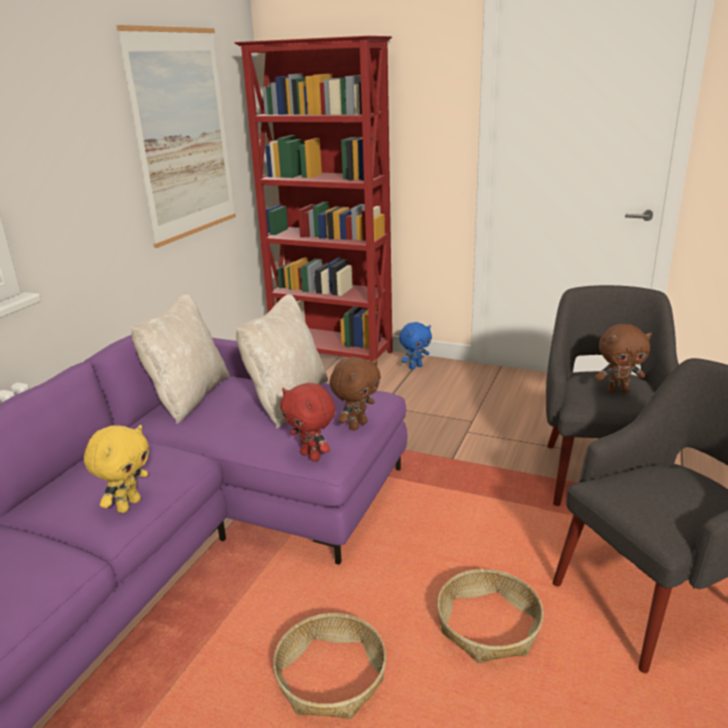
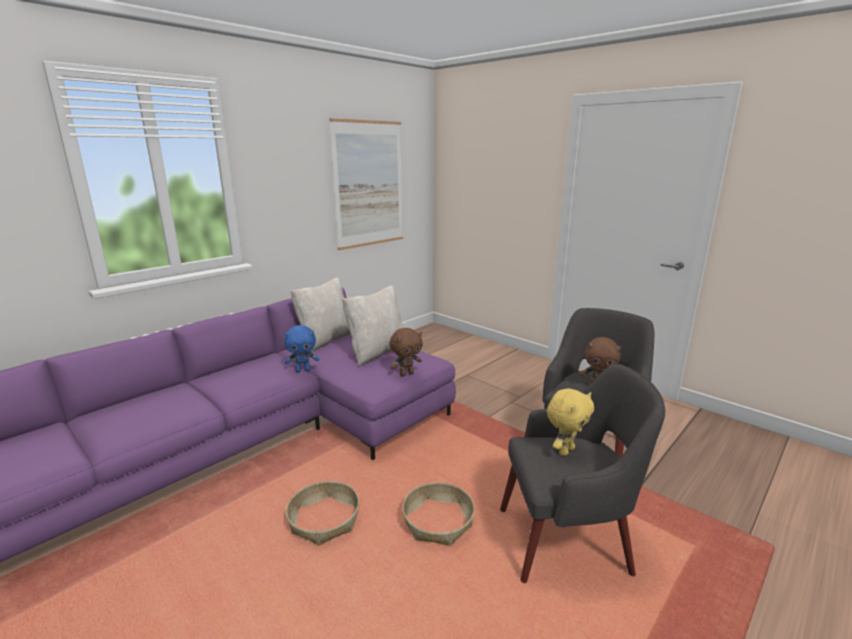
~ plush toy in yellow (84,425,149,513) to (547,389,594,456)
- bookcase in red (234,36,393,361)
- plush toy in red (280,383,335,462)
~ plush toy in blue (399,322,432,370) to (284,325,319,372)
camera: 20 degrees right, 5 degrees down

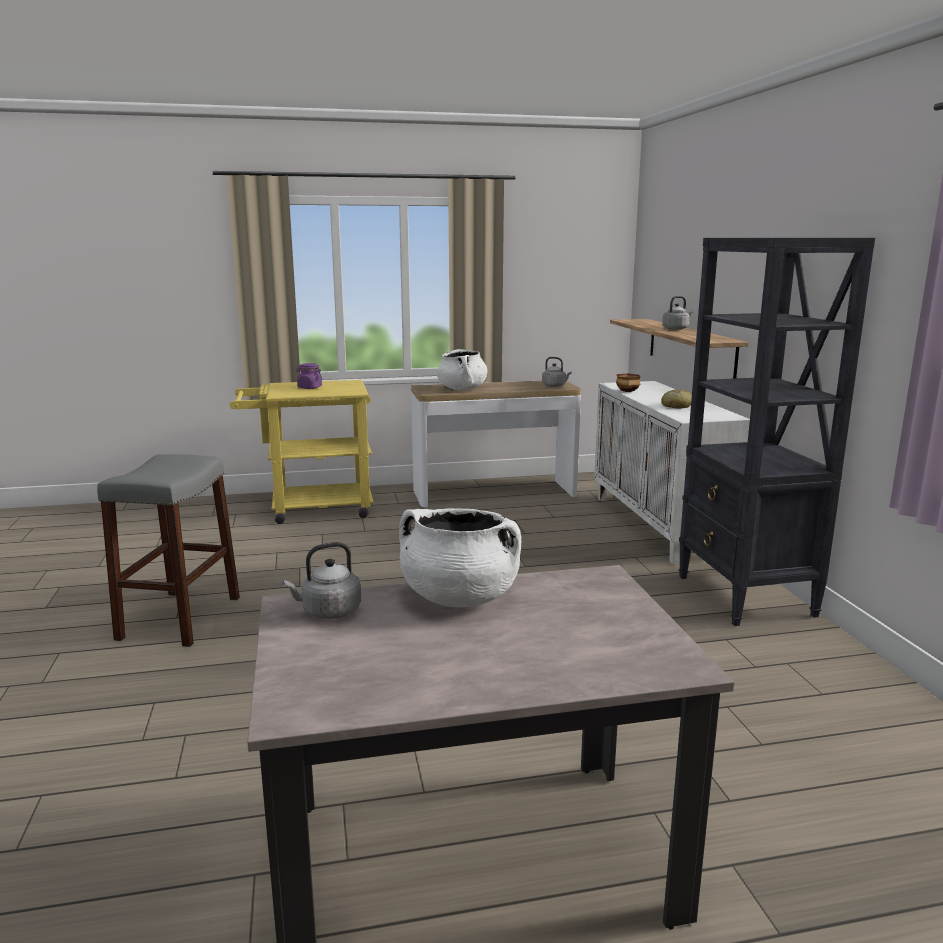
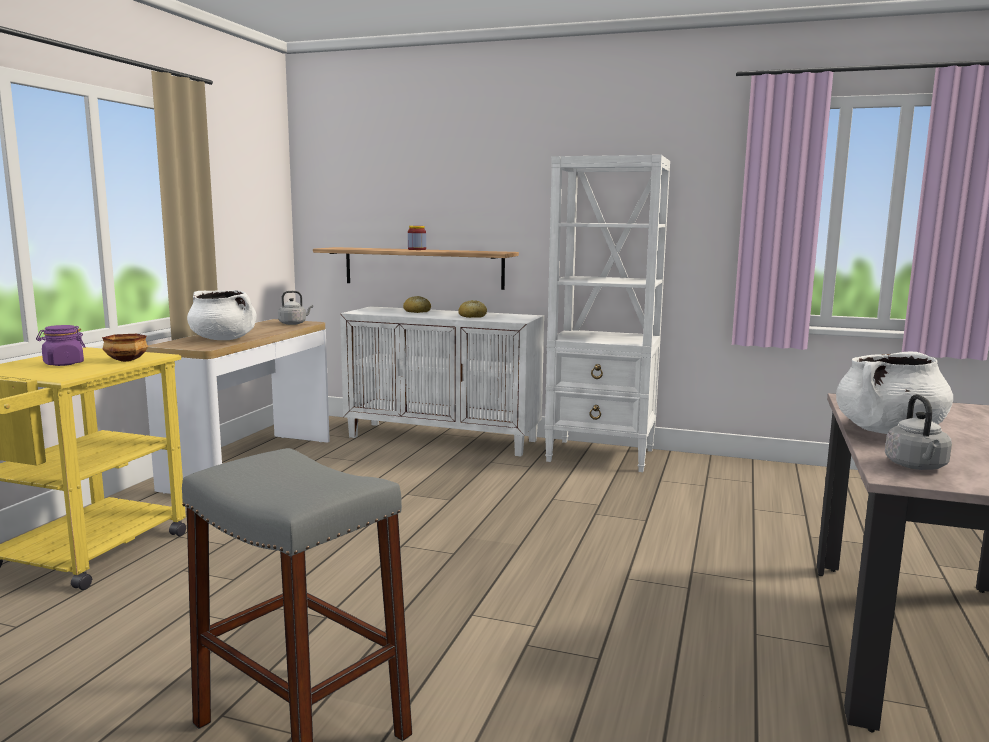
~ bowl (616,373,640,392) to (102,334,148,362)
~ kettle in grey (662,296,694,330) to jar (408,226,426,250)
~ bookcase in black (679,238,875,626) to bookcase in white (545,155,670,472)
+ bread (403,296,431,313)
camera: 60 degrees left, 5 degrees down

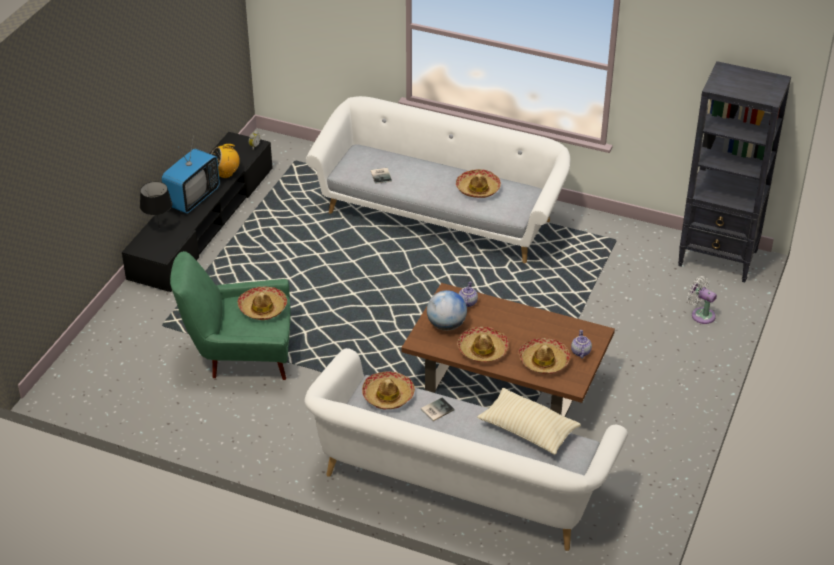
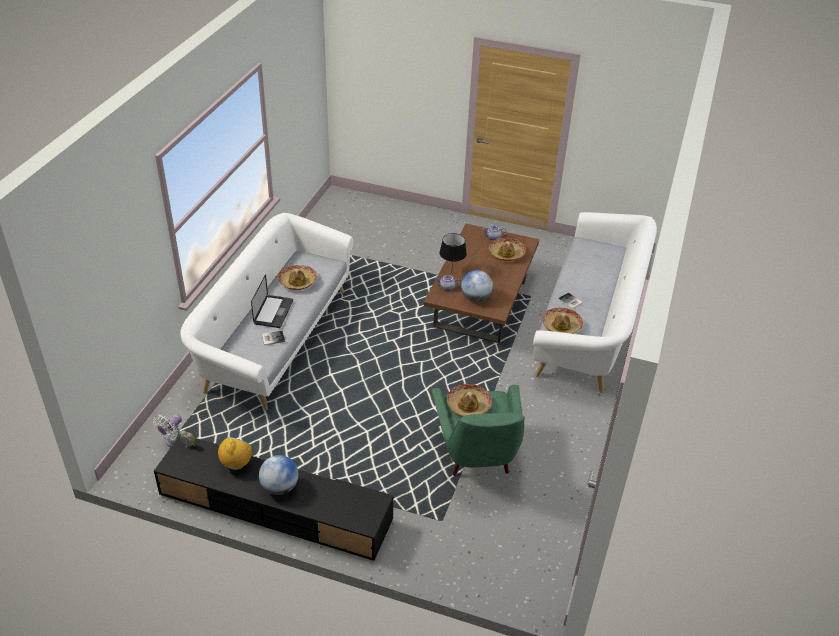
~ table lamp in black (140,181,172,224) to (439,233,467,264)
~ television (162,134,220,214) to globe (259,455,299,495)
~ radio (211,142,240,178) = (218,437,252,470) 135 degrees counterclockwise
- hat (457,327,509,363)
- pillow in beige (477,388,581,455)
- bookcase in black (678,61,791,282)
~ fan in white (687,276,717,324) to (153,414,182,447)
+ laptop (251,274,293,328)
camera: 95 degrees left, 0 degrees up

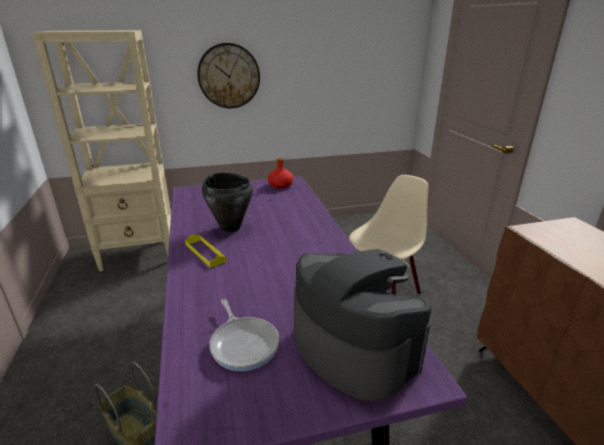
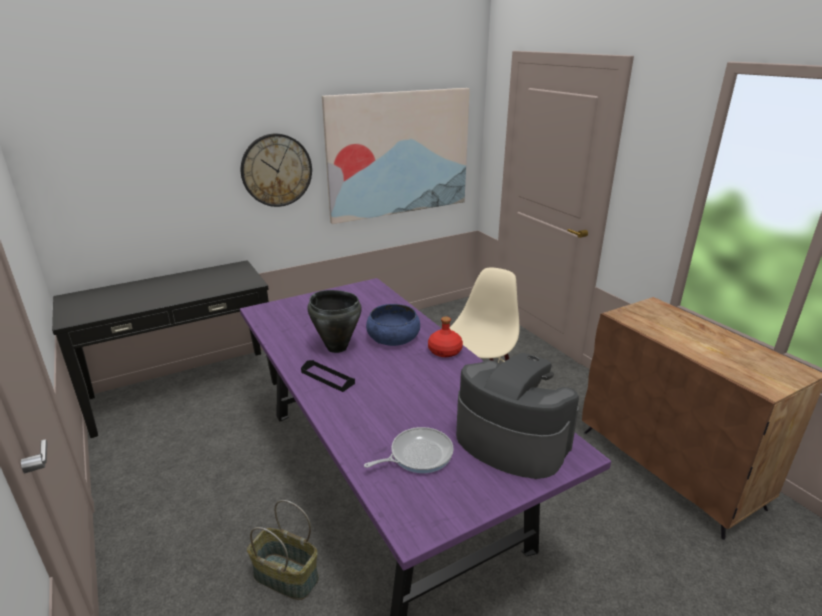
~ bookcase in beige (31,30,171,271) to console table in black (52,260,277,438)
~ tray in yellow (185,234,227,268) to tray in black (301,360,355,392)
~ frying pan (209,299,279,371) = (364,427,454,473) 75 degrees counterclockwise
~ bottle in red (268,158,293,188) to (428,317,463,357)
+ picture (322,88,470,224)
+ bowl in blue (366,304,420,346)
camera: 15 degrees left, 0 degrees up

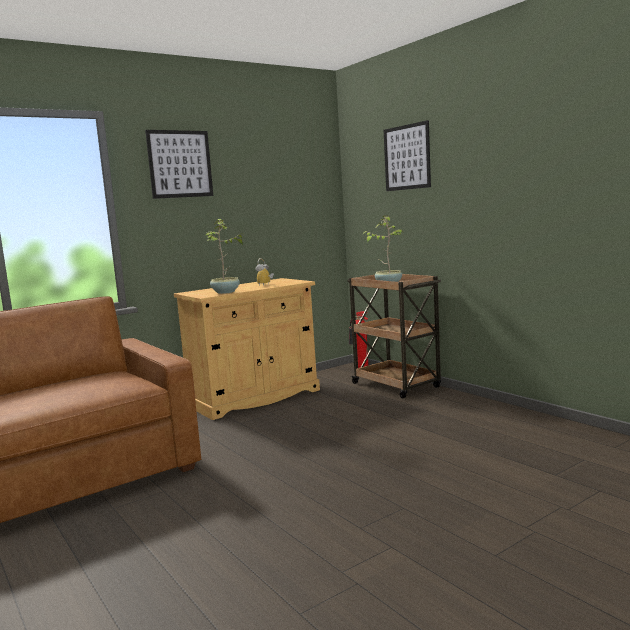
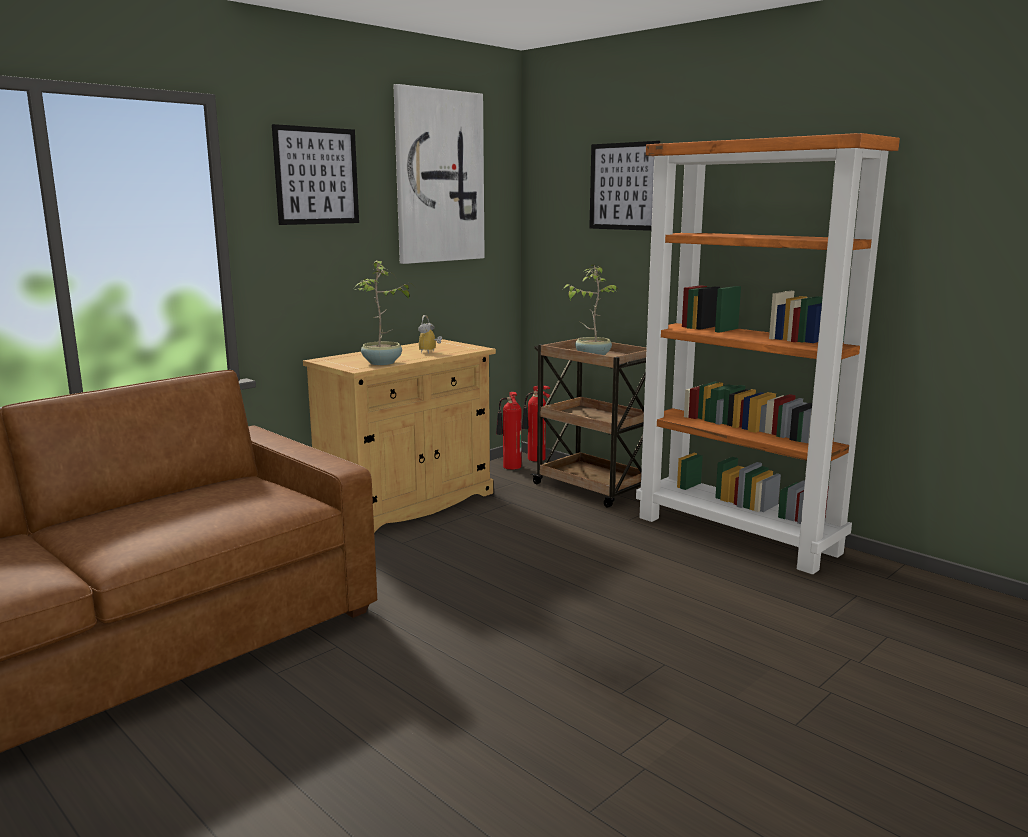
+ picture (393,84,485,264)
+ fire extinguisher (496,392,521,470)
+ bookcase in orange (636,133,900,574)
camera: 10 degrees left, 5 degrees up

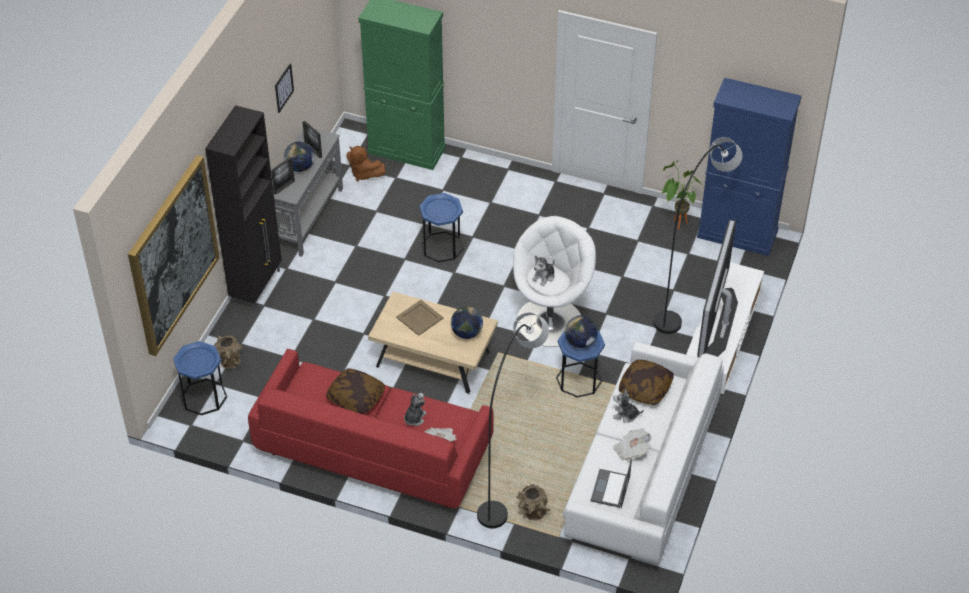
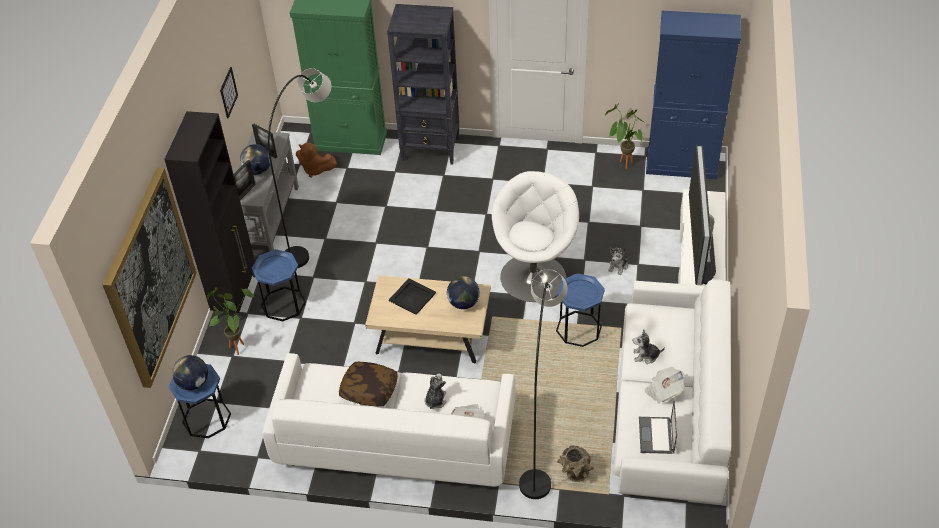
- vase in brown (213,335,243,369)
~ sofa in red (248,349,494,508) to sofa in white (262,353,515,487)
~ tray in beige (396,300,443,336) to tray in black (389,278,436,315)
~ side table in blue (419,193,464,262) to (252,249,306,321)
~ plush toy (532,256,555,286) to (608,248,628,275)
~ globe (565,315,598,348) to (172,355,208,390)
- pillow (619,359,674,405)
~ floor lamp in black (654,137,742,334) to (268,68,331,268)
+ potted plant (206,287,254,355)
+ bookcase in black (387,4,459,164)
camera: 10 degrees left, 0 degrees up

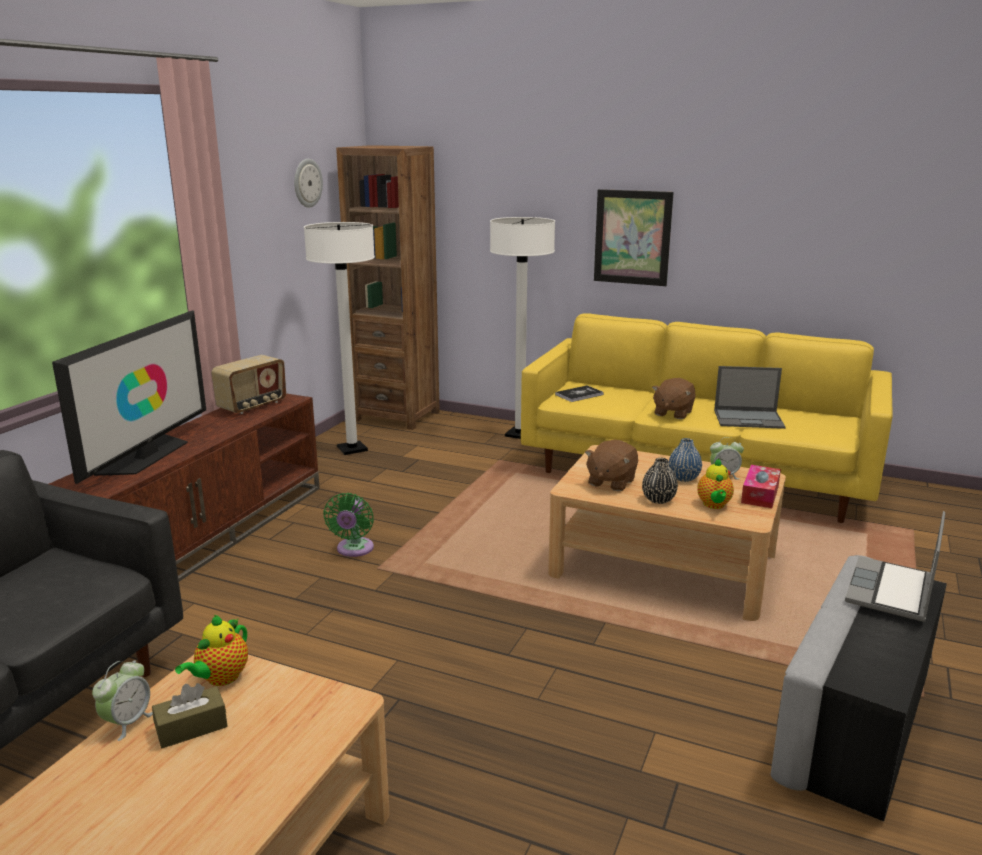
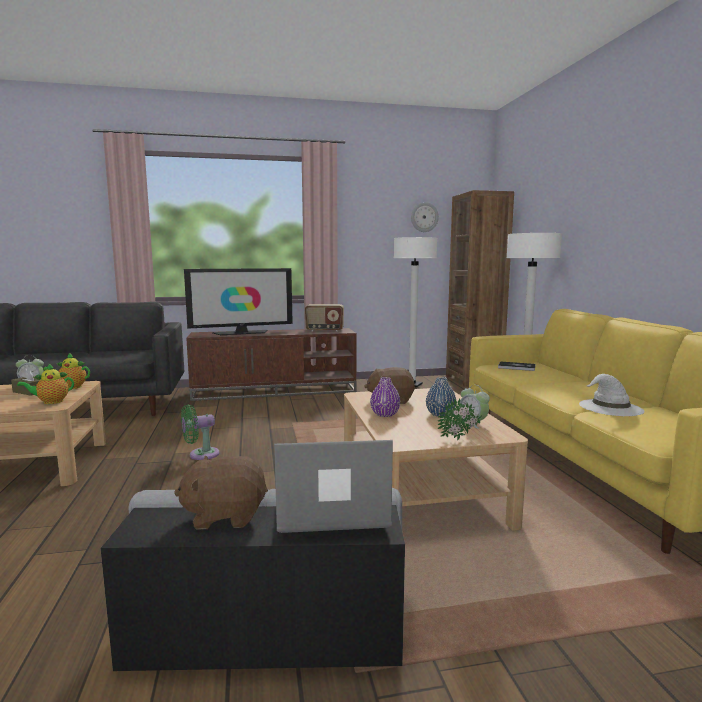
~ fan in green (323,493,374,557) to (181,405,219,460)
- picture (594,189,674,286)
~ vase in black (642,458,678,504) to vase in purple (370,377,400,417)
~ plush toy in brown (652,378,696,419) to (174,456,268,529)
~ teapot (697,458,734,509) to (17,364,74,404)
~ laptop (714,366,786,429) to hat in white (579,374,645,416)
~ tissue box (741,465,781,508) to potted plant (438,398,482,440)
camera: 55 degrees right, 10 degrees down

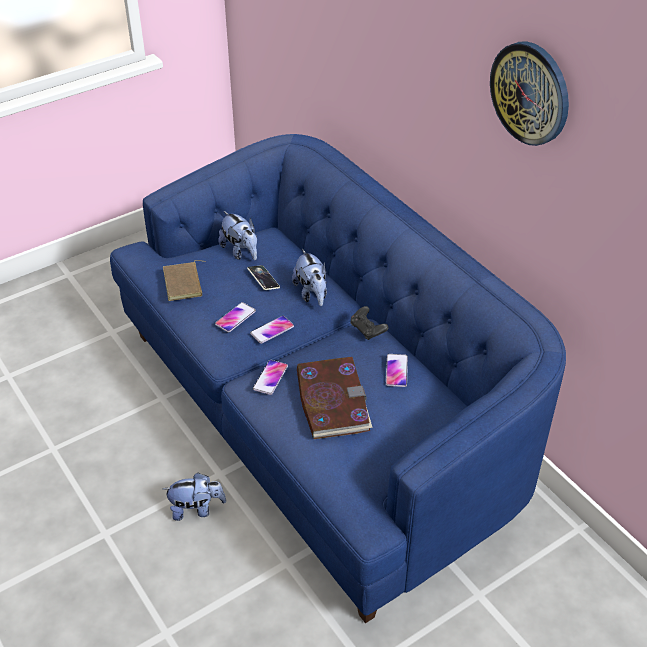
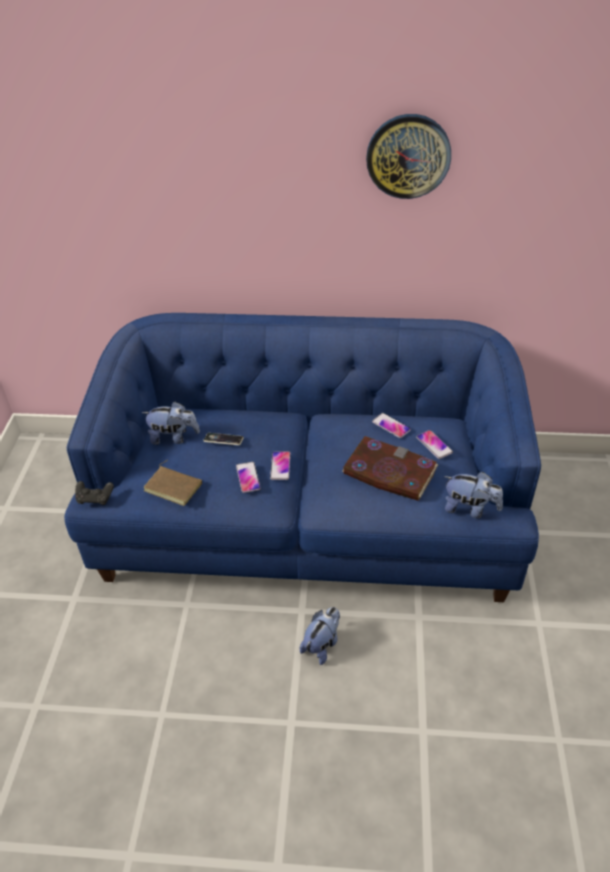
~ phone (253,360,288,395) to (416,430,453,459)
~ plush toy (292,249,327,306) to (444,472,503,518)
~ game controller in black (351,306,389,340) to (75,481,114,505)
camera: 50 degrees left, 0 degrees up

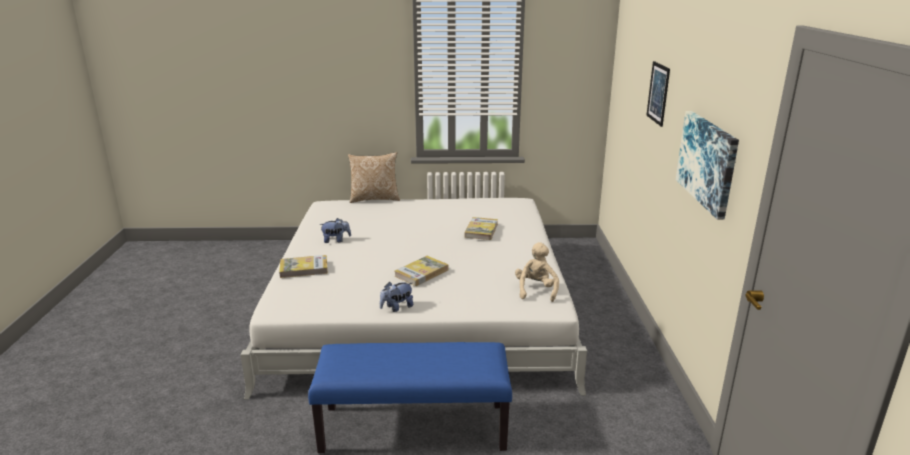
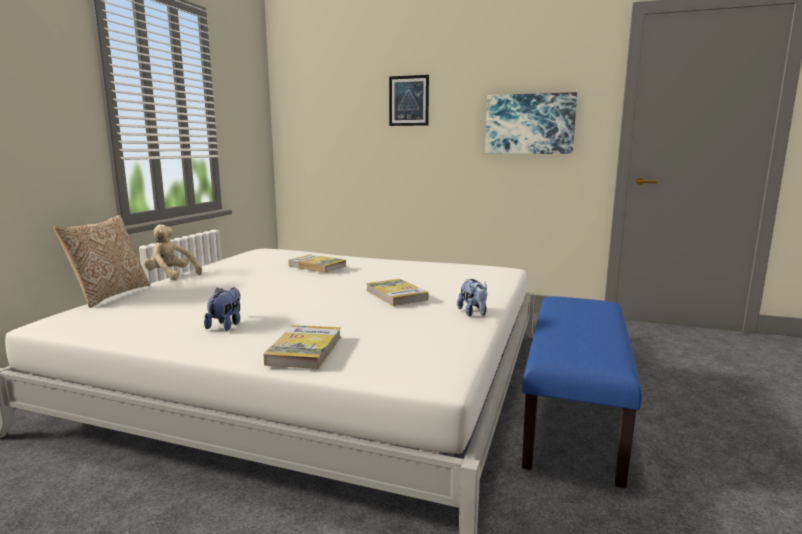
~ plush toy in beige (515,242,559,302) to (144,224,202,281)
camera: 70 degrees left, 10 degrees down

